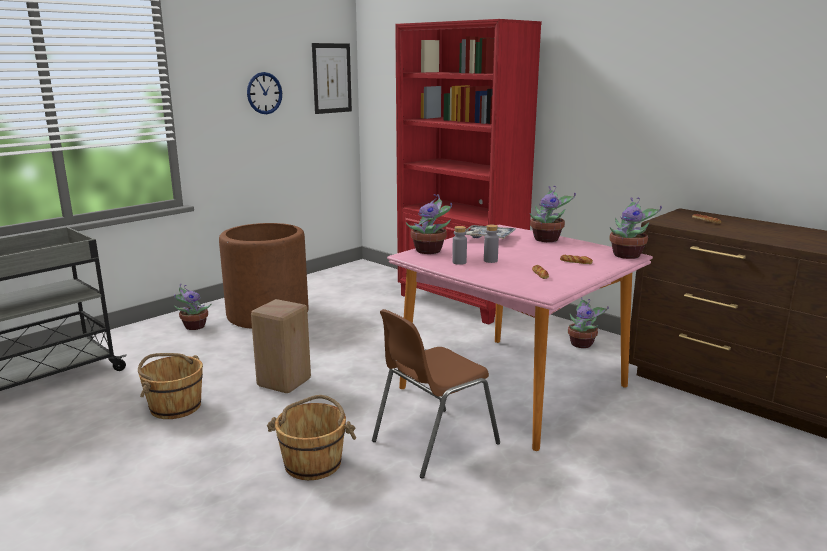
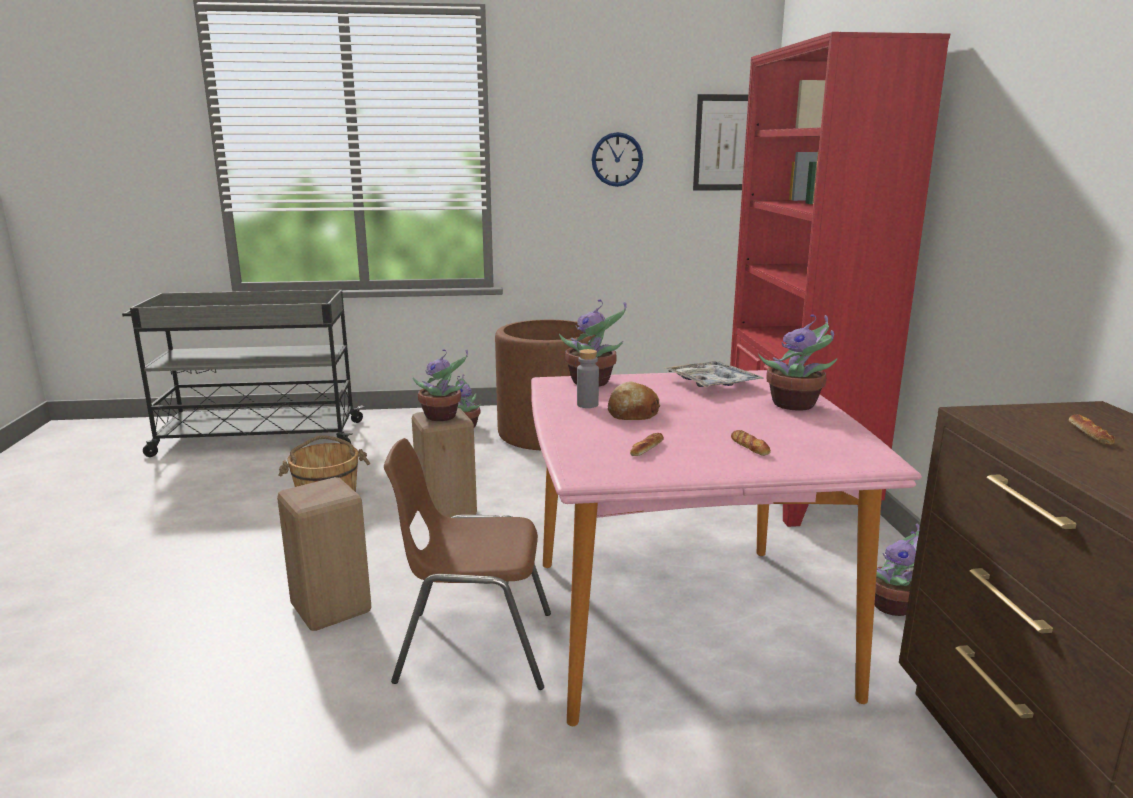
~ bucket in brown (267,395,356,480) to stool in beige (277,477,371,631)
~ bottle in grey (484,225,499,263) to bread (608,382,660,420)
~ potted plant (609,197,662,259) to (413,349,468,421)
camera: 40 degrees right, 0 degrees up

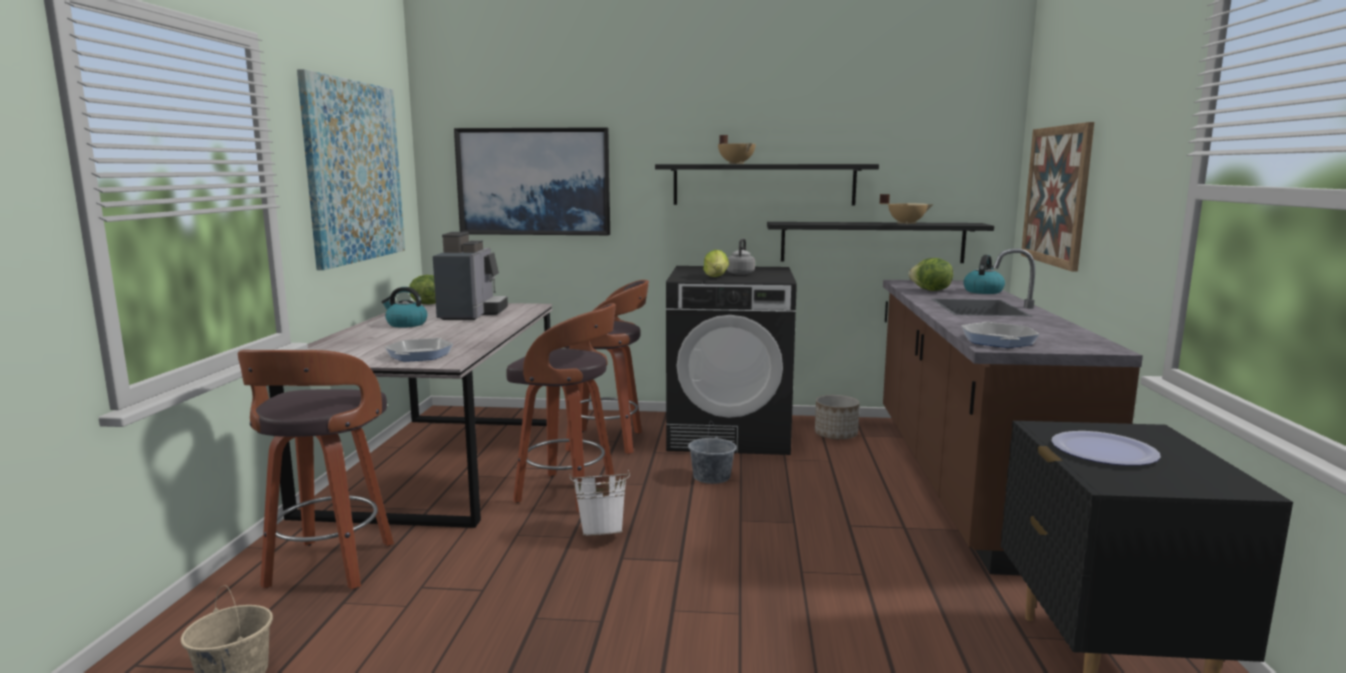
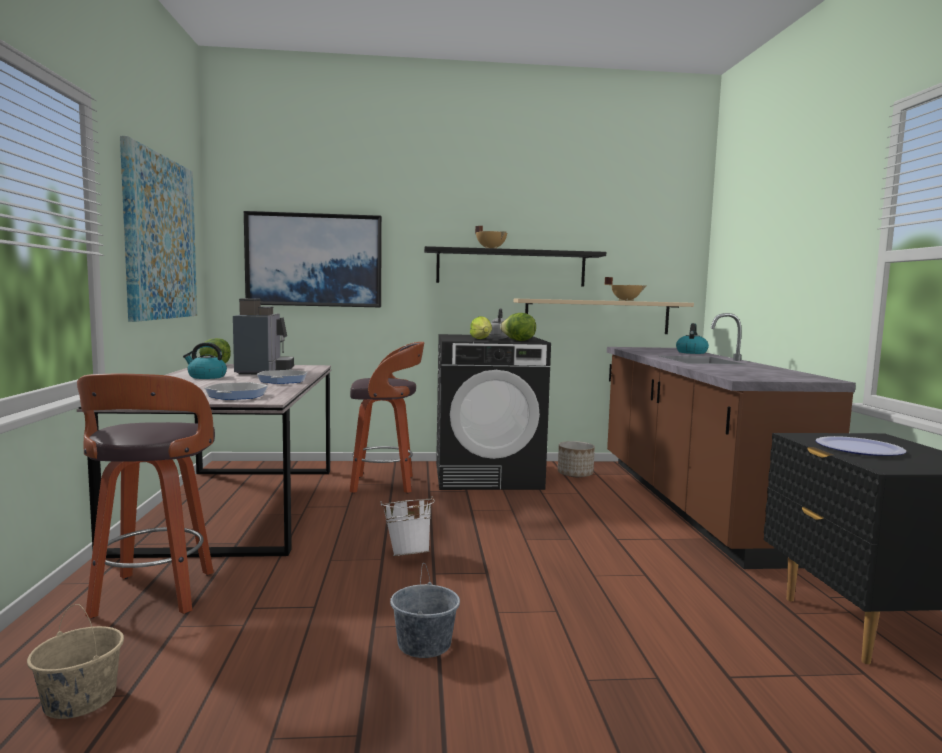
- stool (506,303,616,513)
~ bucket in grey (688,423,737,484) to (390,563,460,658)
~ shelf in black (767,222,994,263) to shelf in beige (514,299,694,334)
~ lettuce (908,258,953,291) to (500,313,536,341)
~ frying pan (961,322,1040,348) to (257,370,307,384)
- picture (1021,122,1094,272)
camera: 10 degrees left, 5 degrees down

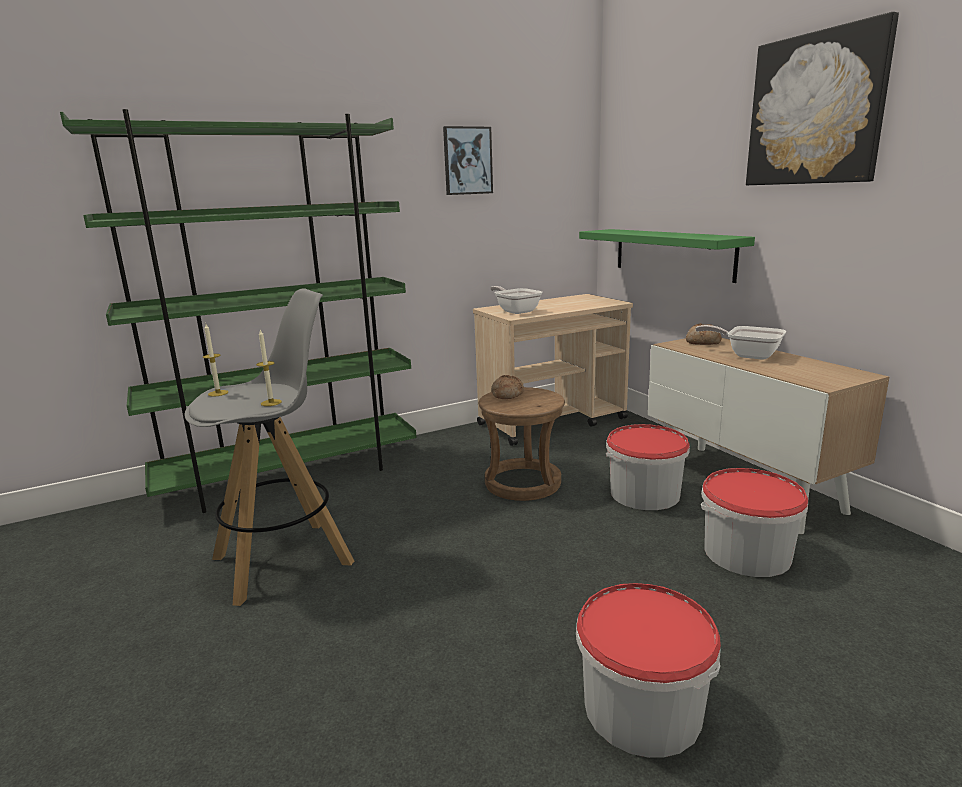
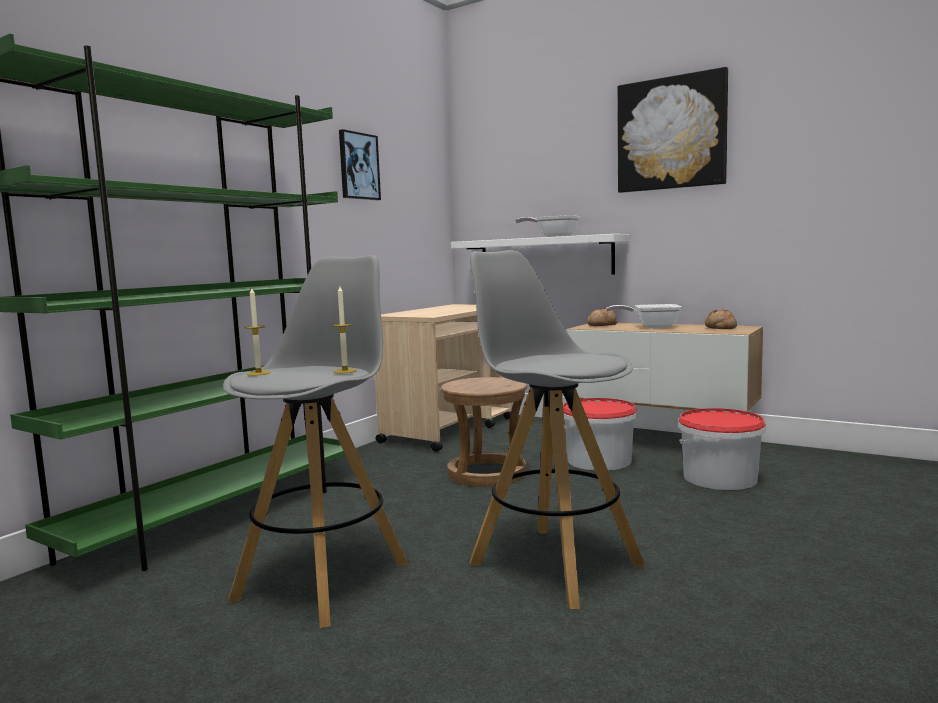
~ frying pan (490,286,543,314) to (515,215,580,237)
~ bread (491,375,524,399) to (705,310,737,329)
- bucket (576,583,721,758)
~ shelf in green (579,229,755,283) to shelf in white (451,234,629,274)
+ stool in grey (470,250,646,609)
camera: 30 degrees left, 10 degrees down

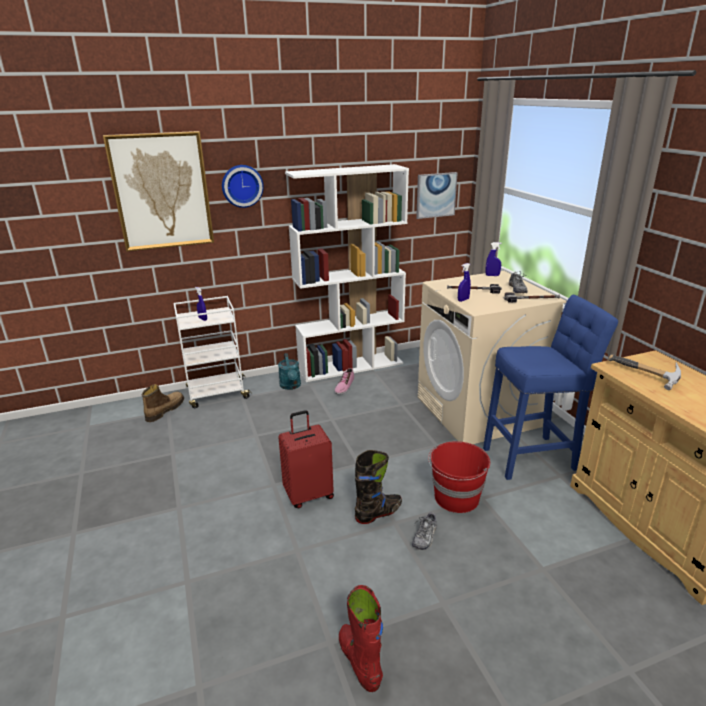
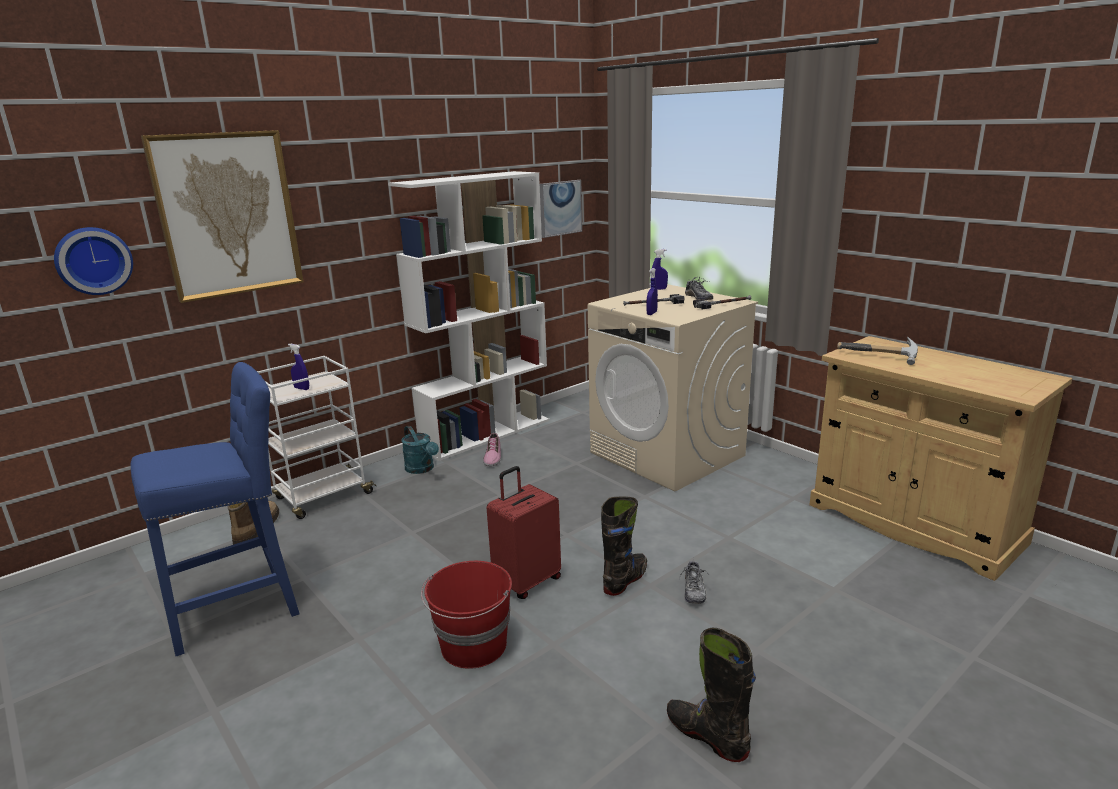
~ wall clock (222,165,264,208) to (54,227,133,295)
~ boot in red (339,585,383,692) to boot in black (667,628,756,762)
~ bucket in red (428,441,490,513) to (421,561,512,669)
~ stool in blue (483,295,618,480) to (131,362,300,656)
camera: 20 degrees left, 5 degrees down

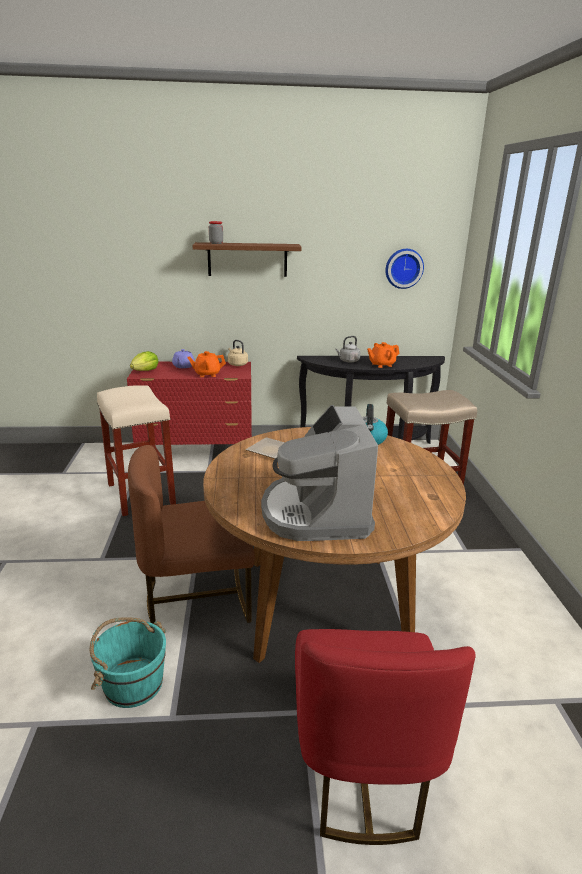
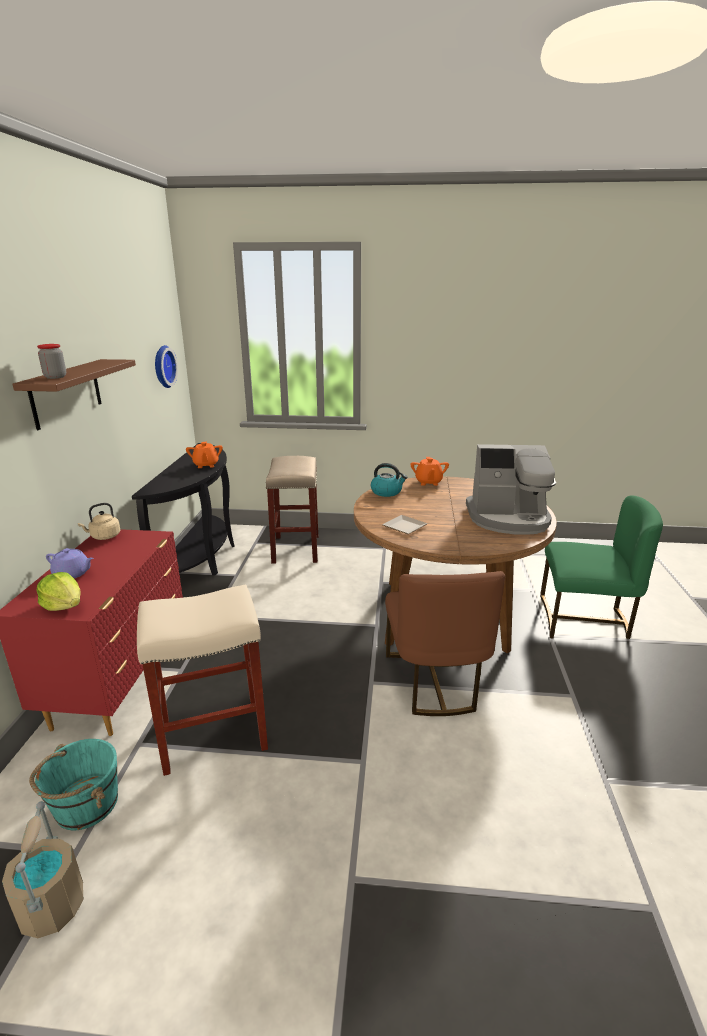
~ bucket in turquoise (90,617,166,708) to (29,739,118,831)
~ teapot in orange (188,351,226,377) to (411,457,449,486)
~ chair in red (295,629,476,845) to chair in green (540,495,663,639)
- kettle in grey (335,336,360,363)
+ bucket in beige (2,801,84,938)
camera: 80 degrees left, 0 degrees up

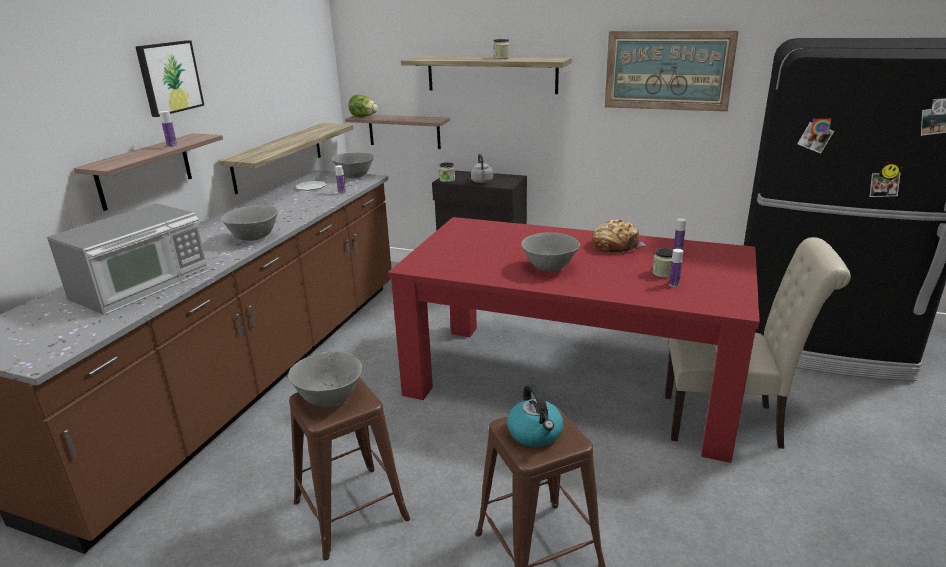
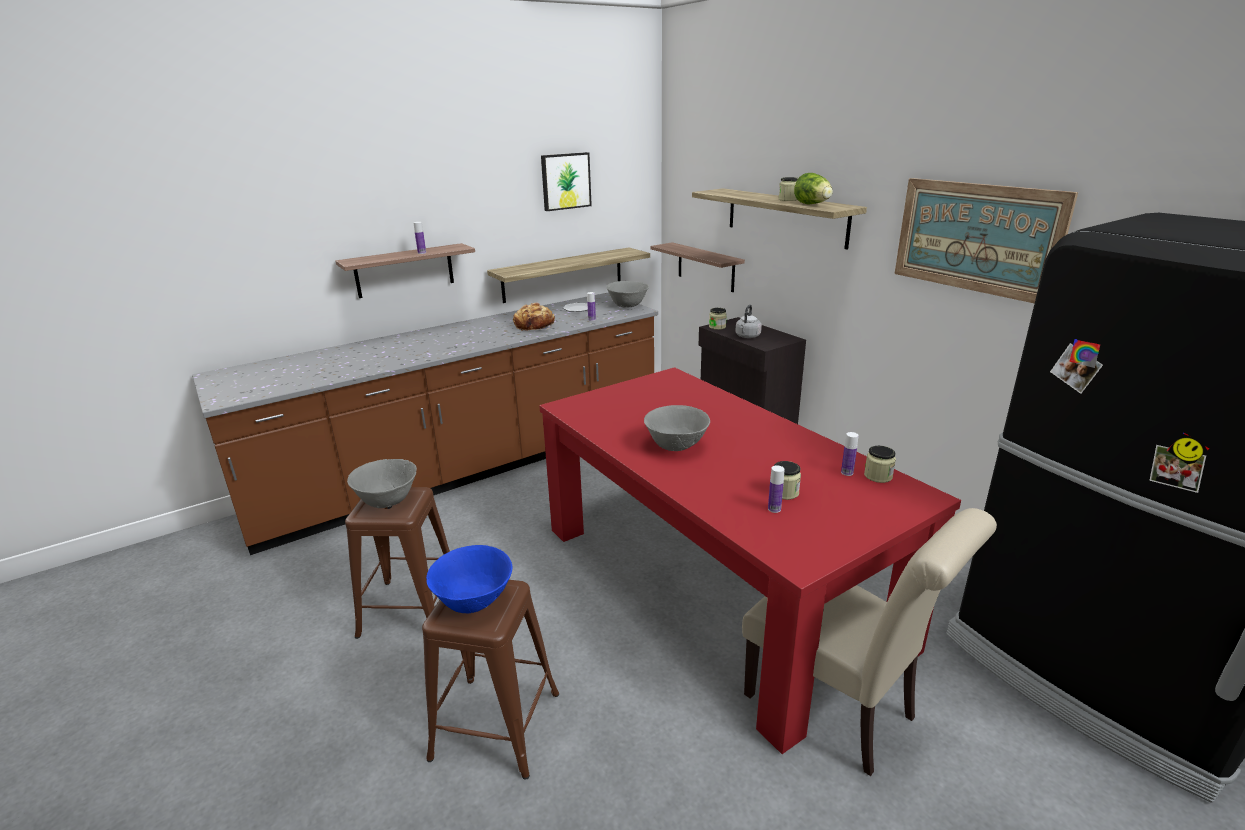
- microwave (47,203,208,315)
~ picture (135,40,205,117) to (541,152,592,211)
- bowl in grey (221,205,278,241)
~ lettuce (348,95,378,117) to (794,173,833,204)
~ kettle (507,384,563,447) to bowl in blue (426,545,513,613)
~ bread (592,219,645,254) to (513,303,555,331)
+ jar (864,446,896,483)
camera: 35 degrees right, 0 degrees up

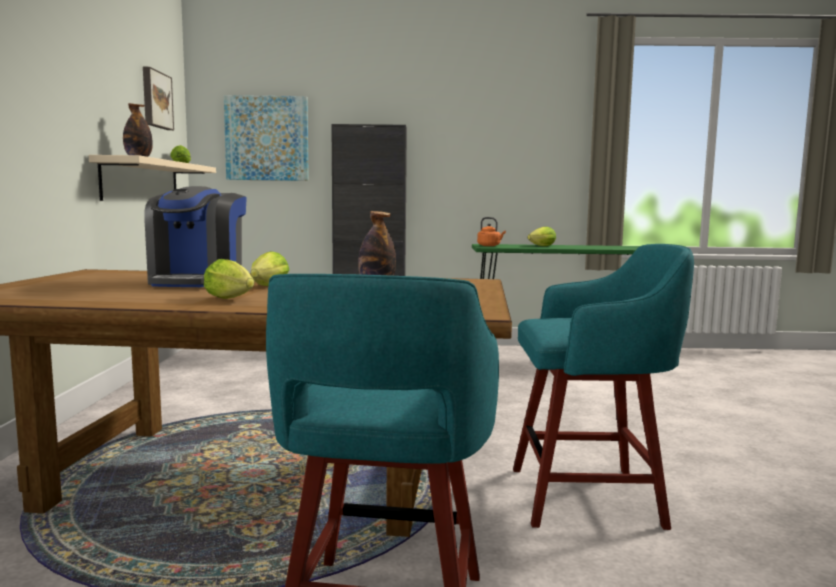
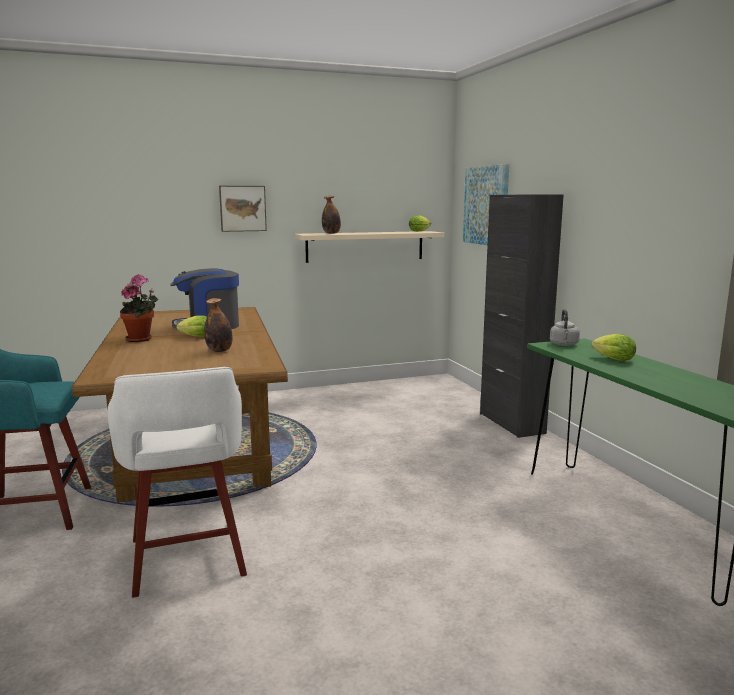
~ picture (143,67,174,130) to (219,186,267,232)
~ lettuce (204,259,254,299) to potted plant (120,274,158,342)
~ kettle in orange (477,217,506,246) to kettle in grey (550,309,580,346)
~ stool in turquoise (513,244,694,530) to stool in white (108,367,247,598)
camera: 70 degrees right, 5 degrees up

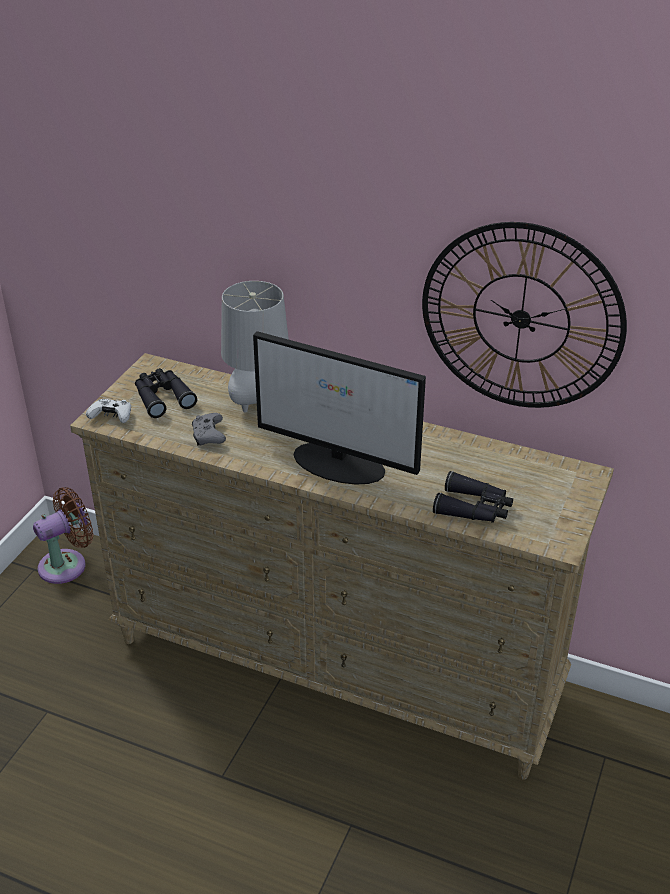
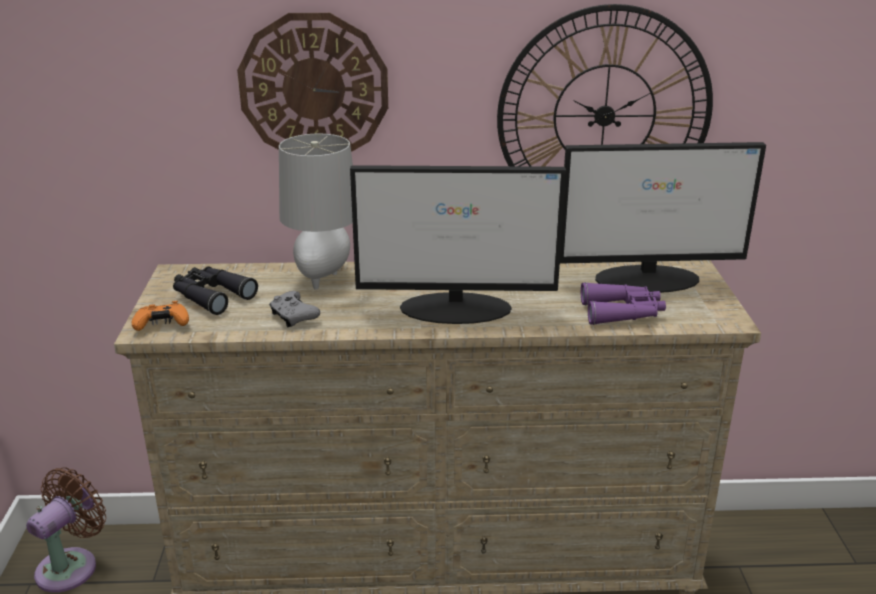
~ game controller in white (86,399,131,423) to game controller in orange (131,301,189,331)
~ binoculars in black (433,471,513,523) to binoculars in purple (581,282,666,325)
+ wall clock (237,13,388,152)
+ monitor (560,142,766,293)
camera: 25 degrees left, 10 degrees down

